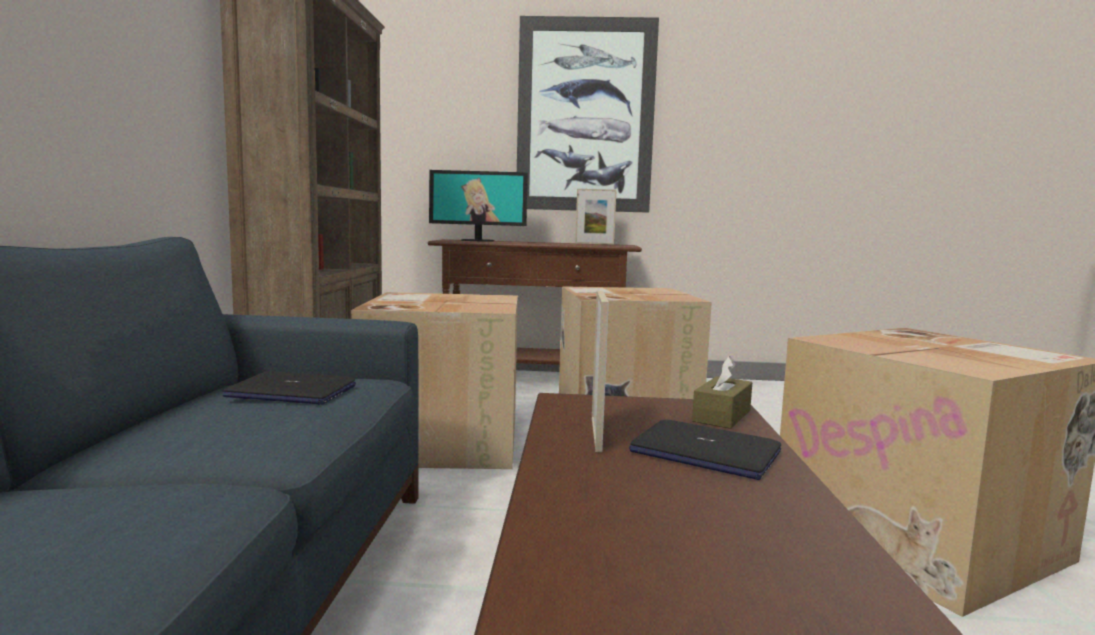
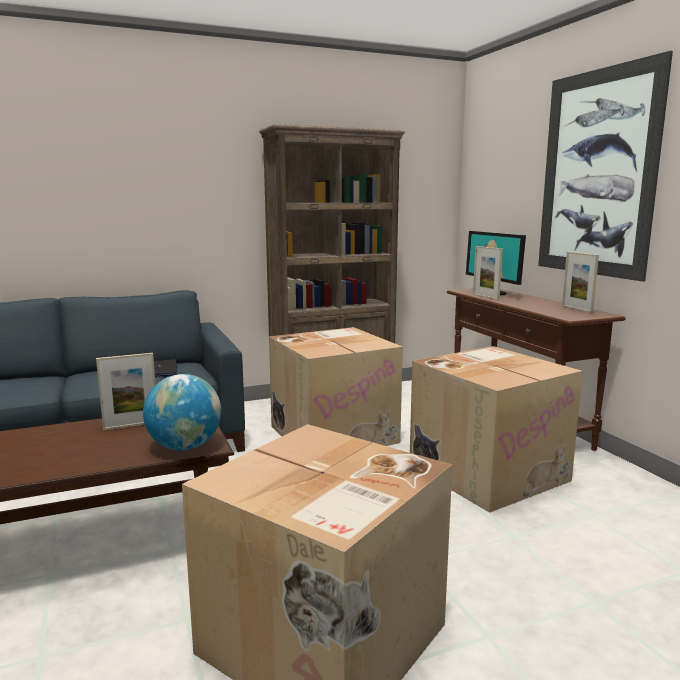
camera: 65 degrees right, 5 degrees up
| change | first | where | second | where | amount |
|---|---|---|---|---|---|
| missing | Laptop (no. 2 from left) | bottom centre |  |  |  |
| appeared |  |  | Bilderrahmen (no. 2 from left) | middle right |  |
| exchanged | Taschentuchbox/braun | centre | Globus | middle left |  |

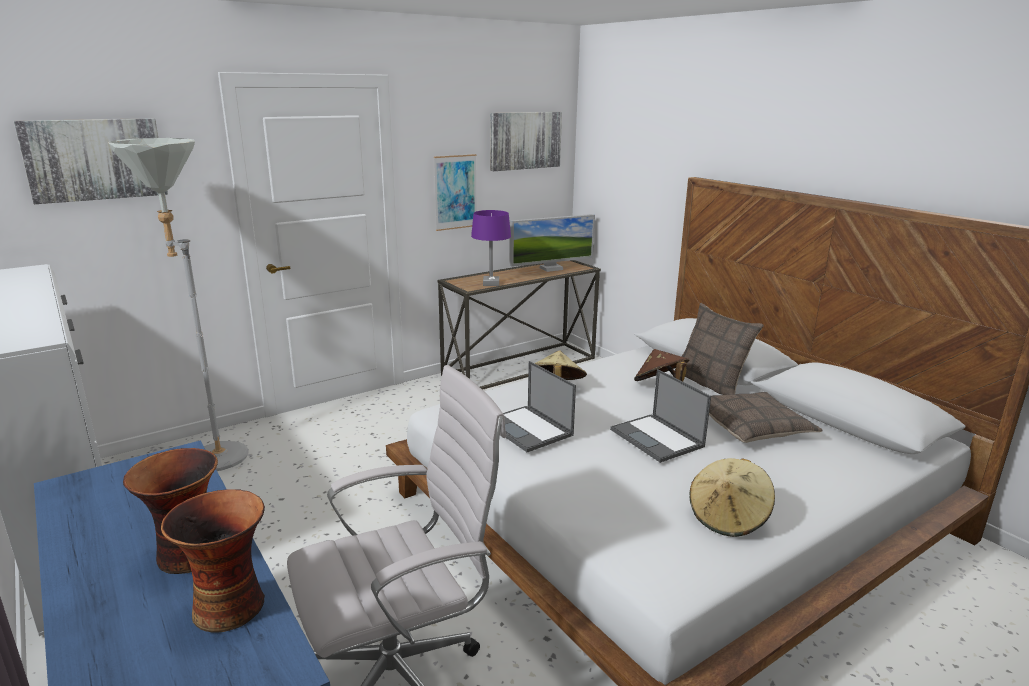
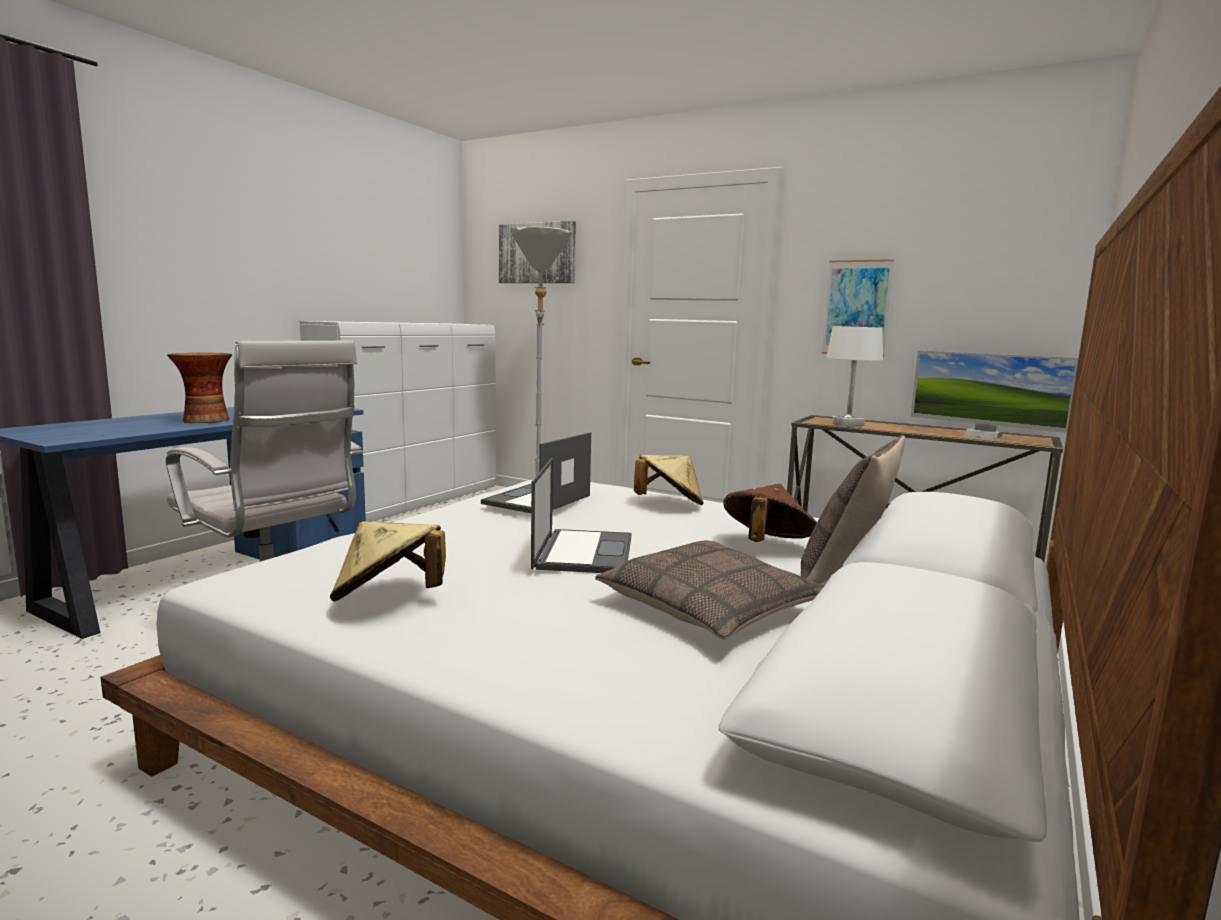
camera: 65 degrees right, 10 degrees down
| change | first | where | second | where | amount |
|---|---|---|---|---|---|
| missing | Vase (no. 2 from left) | bottom left |  |  |  |
| missing | Bild (no. 3 from left) | top centre |  |  |  |
| colour | Tischlampe/lila | centre | Tischlampe/weiß | middle right |  |
| spun | Laptop (no. 2 from left) | centre |  | centre | 150 degrees clockwise |

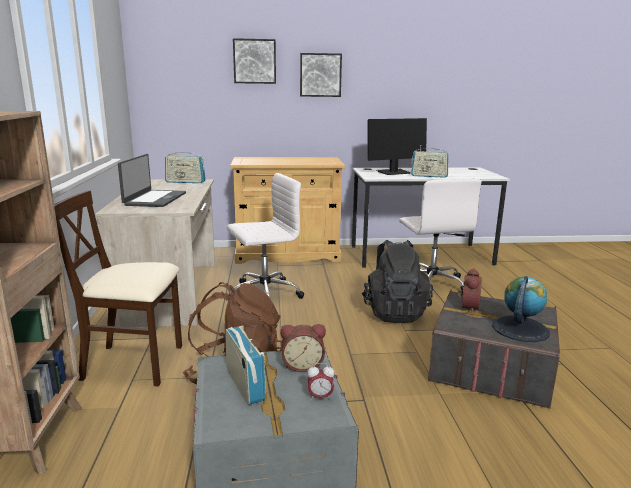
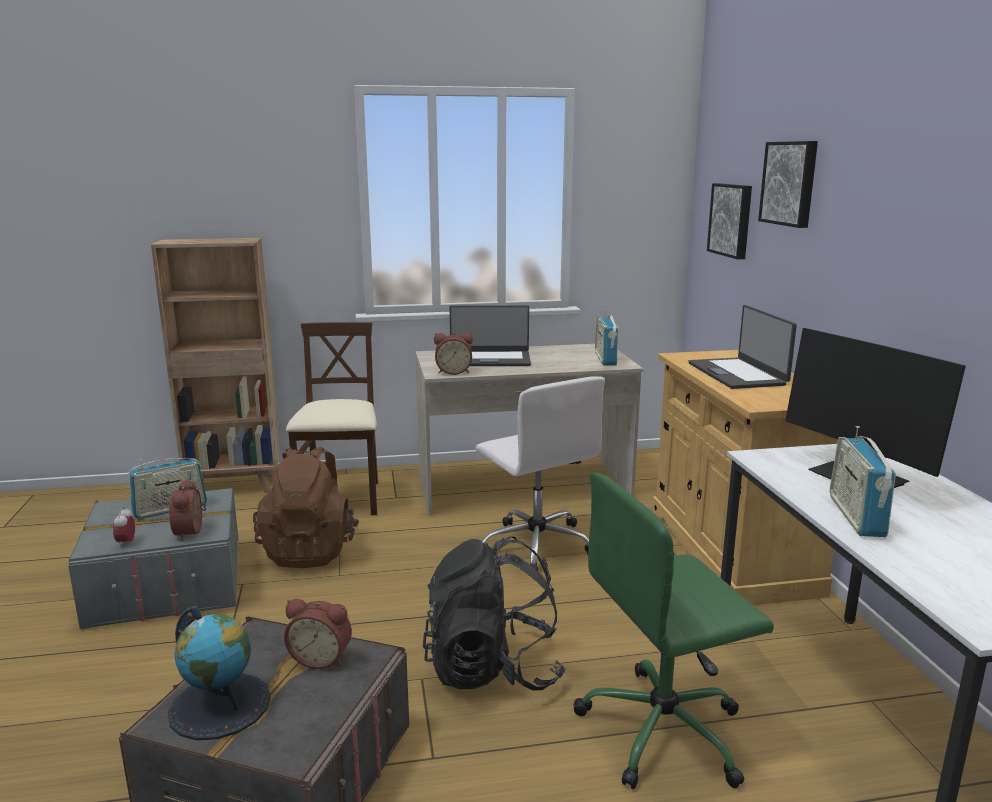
camera: 85 degrees right, 0 degrees up
| change | first | where | second | where | amount |
|---|---|---|---|---|---|
| appeared |  |  | Wecker (no. 4 from left) | centre |  |
| appeared |  |  | Laptop (no. 2 from left) | middle right |  |
| relocated | Bild (no. 2 from left in the first image) | top centre | Bild (no. 1 from left) | top right |  |
| colour | Bürostuhl/weiß (no. 2 from left) | middle right | Bürostuhl/grün | bottom right |  |

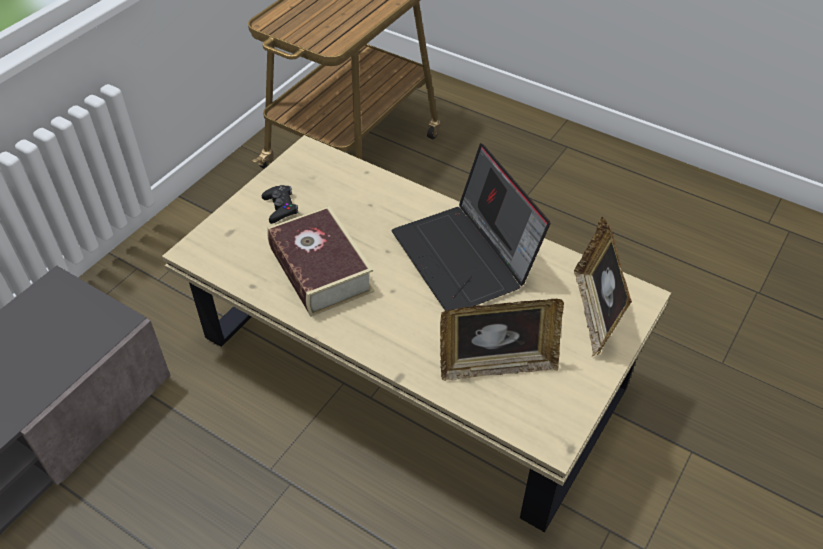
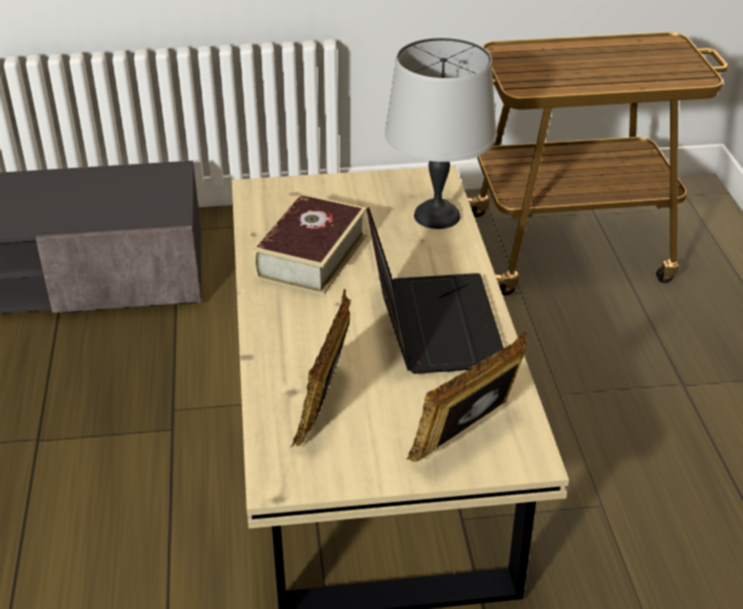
camera: 50 degrees right, 10 degrees down
| change | first | where | second | where | amount |
|---|---|---|---|---|---|
| missing | Gamepad/schwarz | centre |  |  |  |
| appeared |  |  | Tischlampe/grau | top centre |  |
| spun | Laptop | centre |  | centre | 150 degrees clockwise |
| spun | Bilderrahmen (no. 1 from left) | centre |  | centre | 60 degrees clockwise |

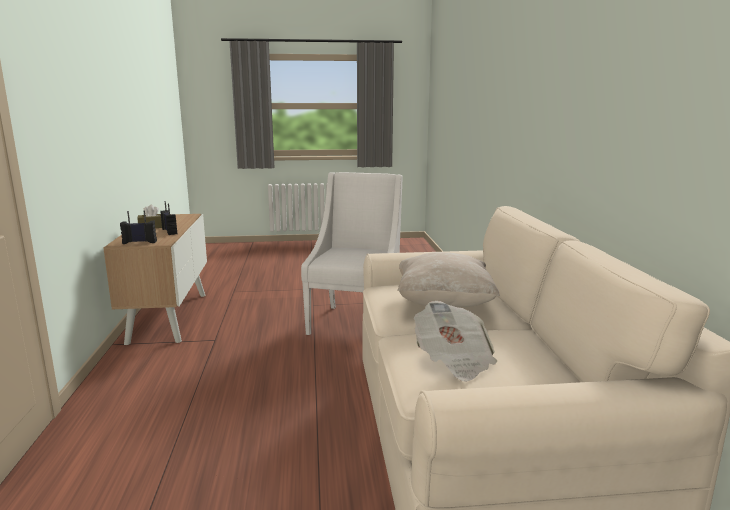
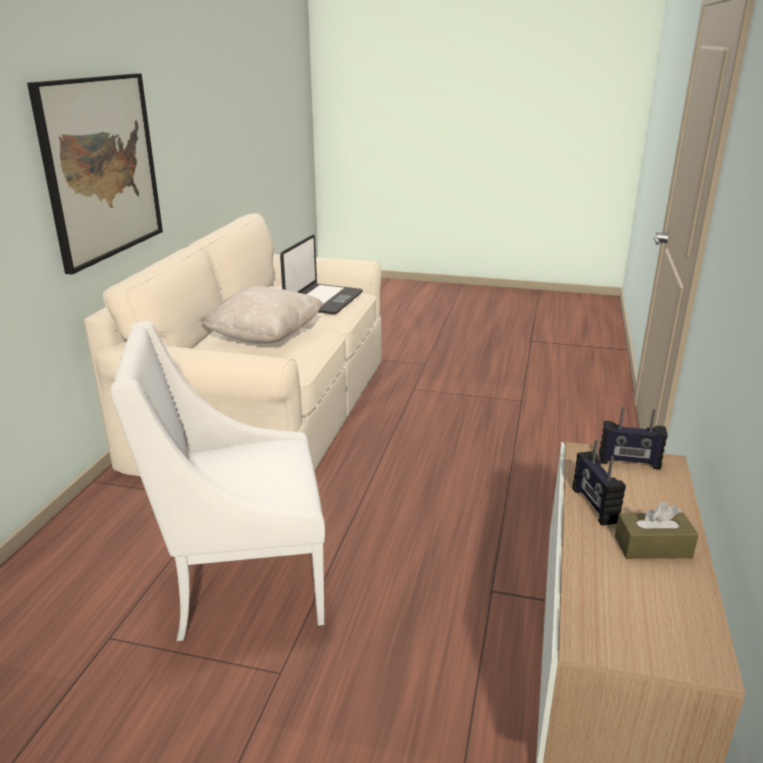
camera: 160 degrees left, 10 degrees up
| change | first | where | second | where | amount |
|---|---|---|---|---|---|
| appeared |  |  | Bild | top left |  |
| exchanged | Zeitung | bottom centre | Laptop | centre |  |
| spun | Sessel/weiß | centre |  | middle left | 45 degrees clockwise |

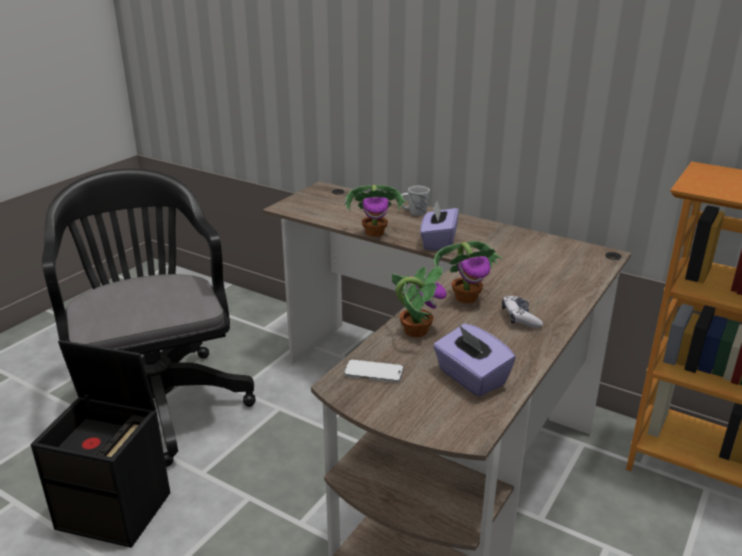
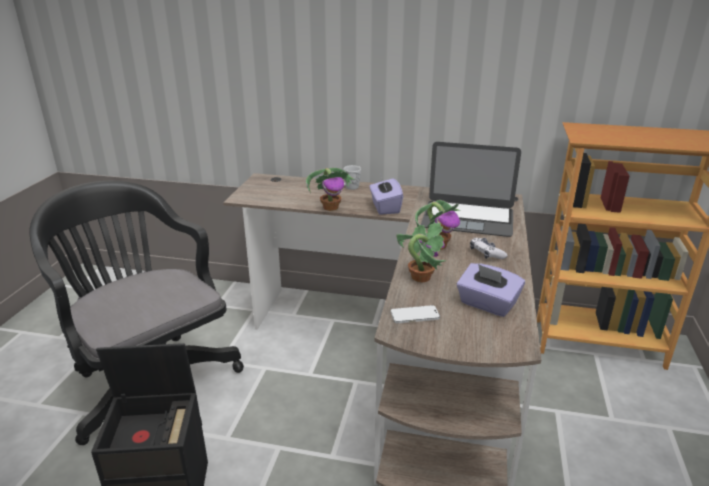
camera: 20 degrees left, 0 degrees up
| change | first | where | second | where | amount |
|---|---|---|---|---|---|
| appeared |  |  | Laptop | centre |  |

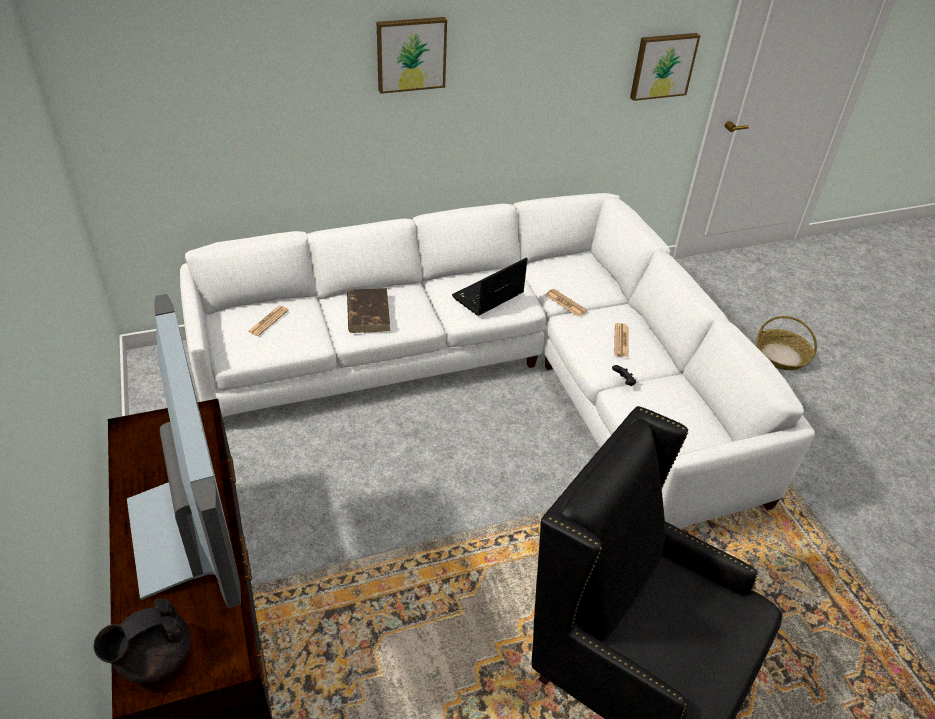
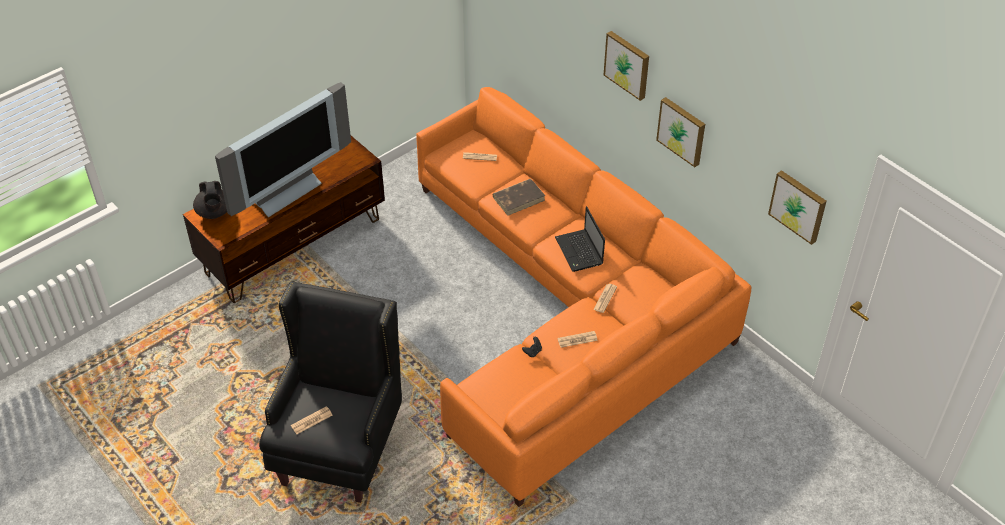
camera: 70 degrees right, 5 degrees up
| change | first | where | second | where | amount |
|---|---|---|---|---|---|
| missing | Korb | middle right |  |  |  |
| appeared |  |  | Zeitung (no. 1 from left) | bottom left |  |
| appeared |  |  | Bild (no. 2 from left) | top right |  |
| colour | Sofa/weiß | centre | Sofa/orange | centre |  |
| spun | Teekanne/schwarz | bottom left |  | middle left | 135 degrees counterclockwise |
| spun | Laptop | centre |  | centre | 135 degrees counterclockwise |

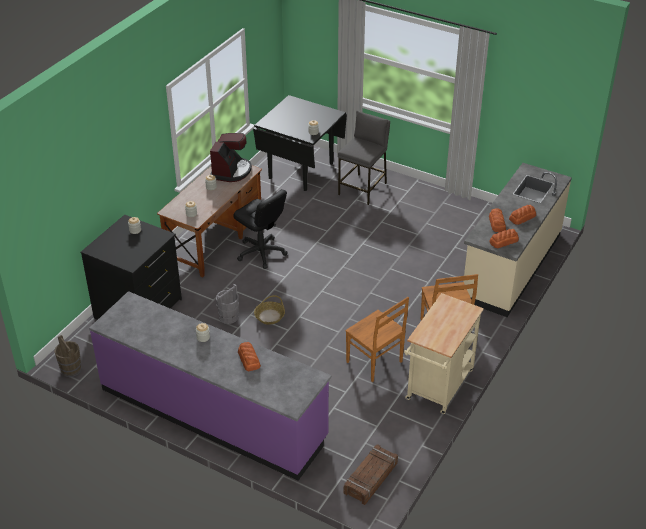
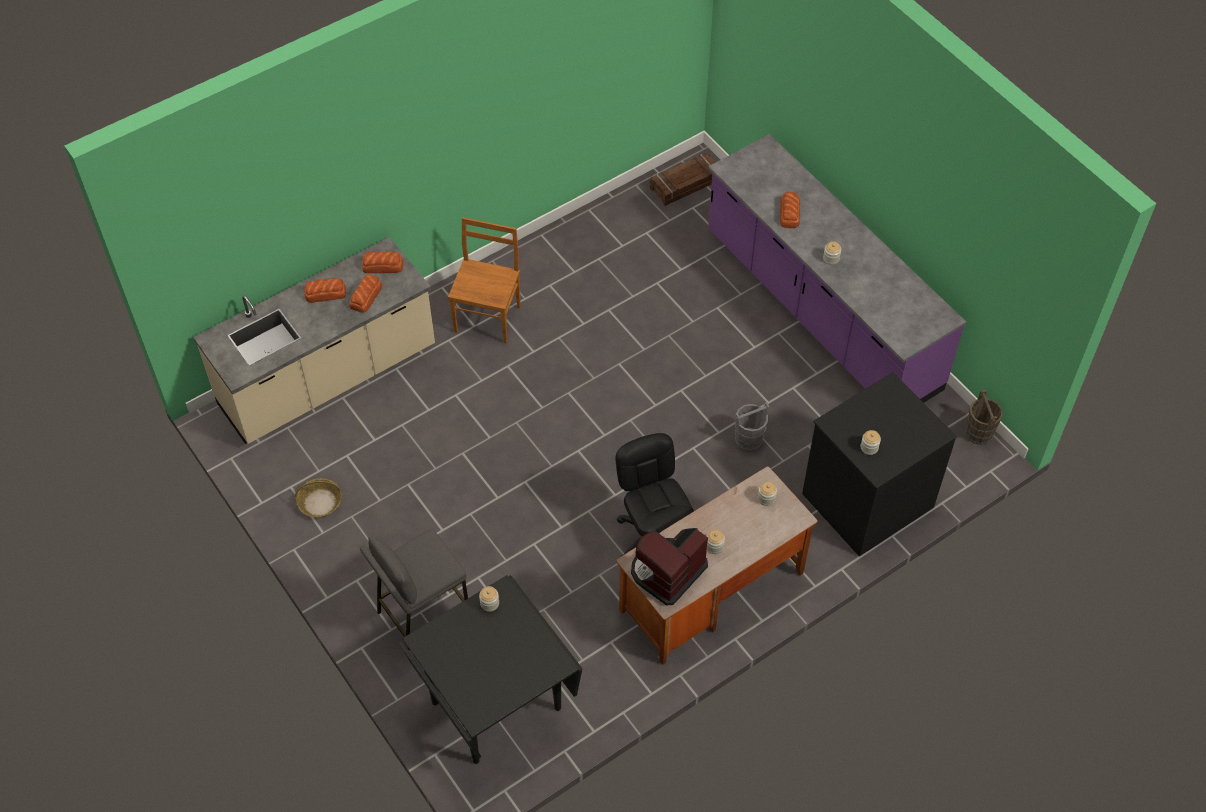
camera: 155 degrees left, 15 degrees up
| change | first | where | second | where | amount |
|---|---|---|---|---|---|
| missing | Stuhl/braun (no. 1 from left) | centre |  |  |  |
| missing | Rollwagen/beige | bottom right |  |  |  |
| relocated | Korb | centre |  | middle left |  |

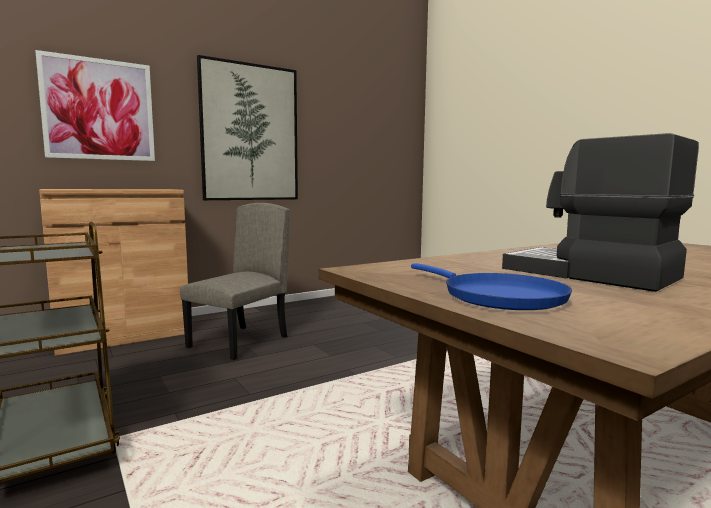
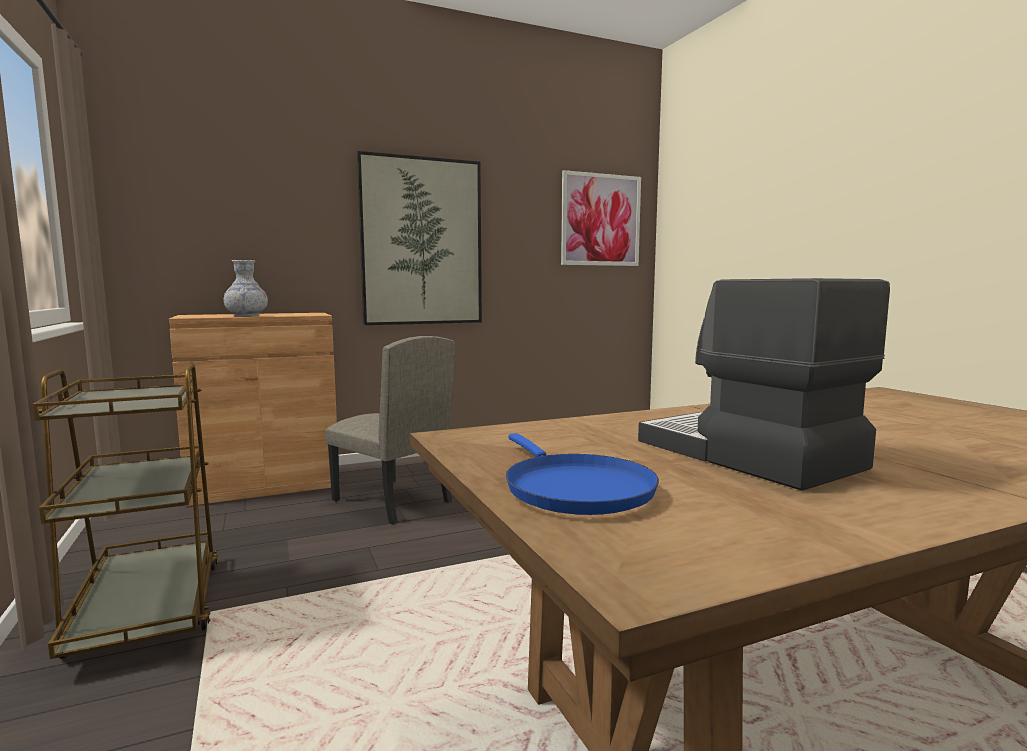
camera: 10 degrees right, 0 degrees up
| change | first | where | second | where | amount |
|---|---|---|---|---|---|
| appeared |  |  | Vase | middle left |  |
| relocated | Bild (no. 1 from left in the first image) | top left | Bild (no. 2 from left) | top centre |  |
| spun | Stuhl/beige | middle left |  | centre | 90 degrees clockwise |

